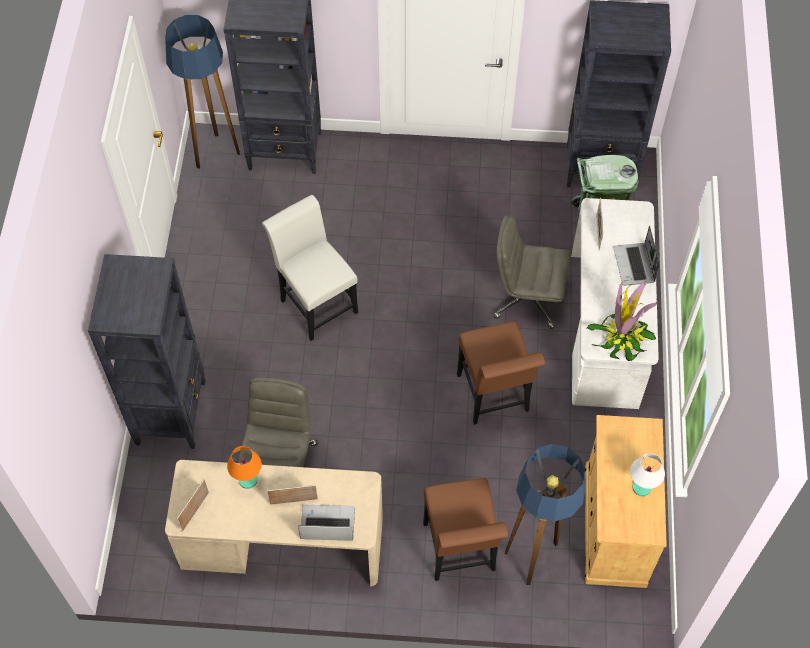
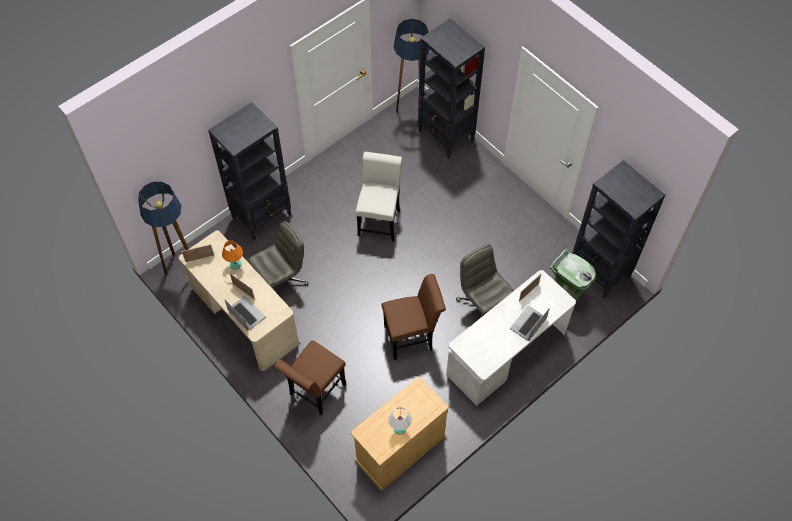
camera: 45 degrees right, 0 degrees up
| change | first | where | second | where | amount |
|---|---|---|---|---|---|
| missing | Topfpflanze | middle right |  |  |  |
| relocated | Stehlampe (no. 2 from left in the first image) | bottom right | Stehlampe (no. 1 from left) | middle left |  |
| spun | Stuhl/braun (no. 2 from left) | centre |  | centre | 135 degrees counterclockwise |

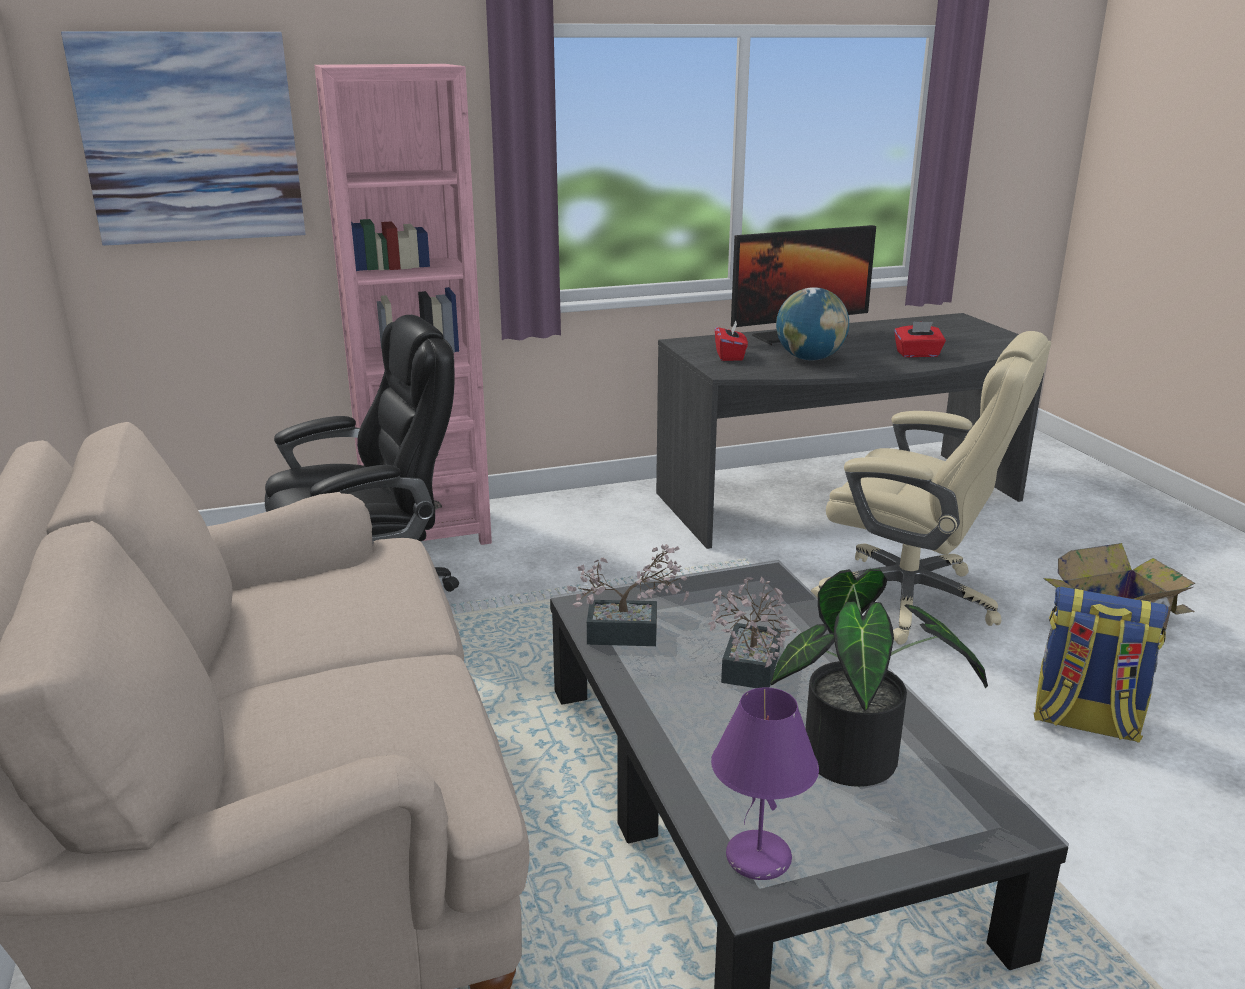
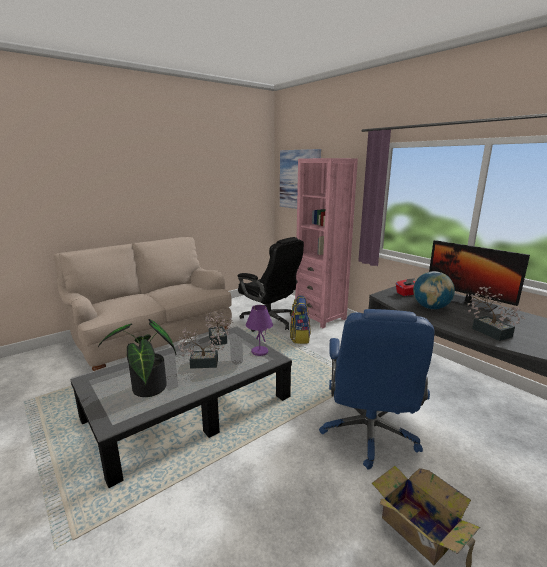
camera: 70 degrees right, 5 degrees down
| change | first | where | second | where | amount |
|---|---|---|---|---|---|
| relocated | Tischlampe/lila | bottom centre |  | centre |  |
| relocated | Rucksack | bottom right |  | centre |  |
| exchanged | Taschentuchbox/rot (no. 2 from left) | middle right | Topfpflanze (no. 4 from left) | middle right |  |
| colour | Bürostuhl/beige | middle right | Bürostuhl/blau | bottom right |  |

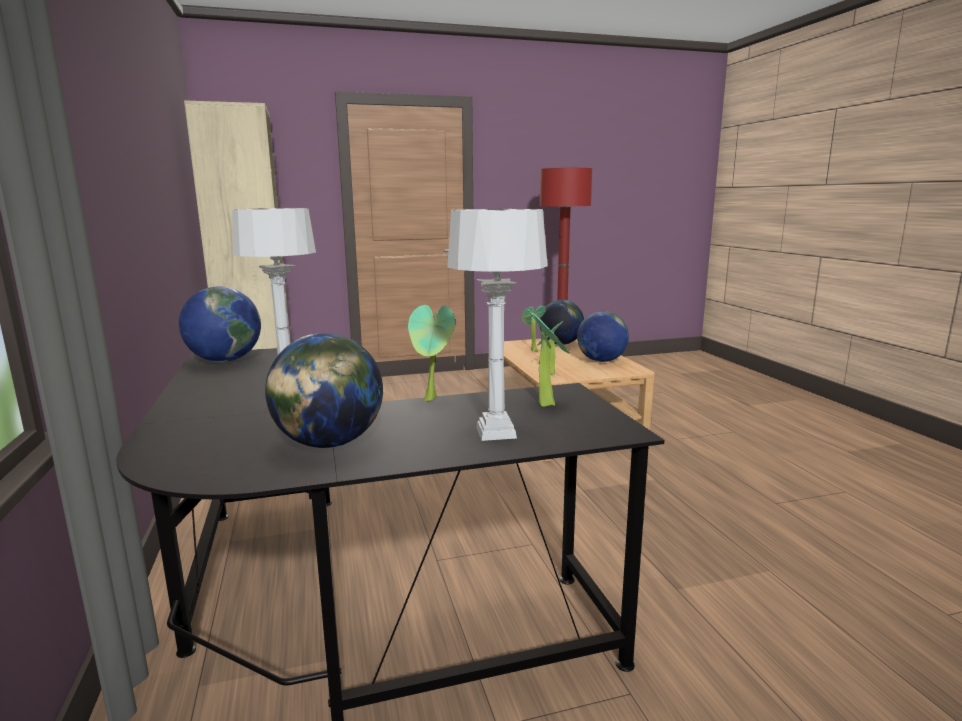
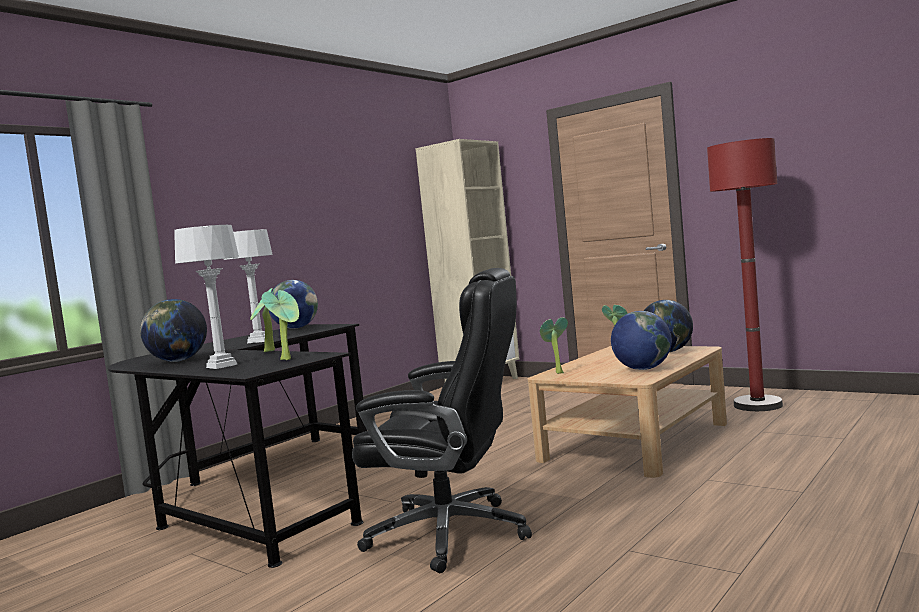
camera: 55 degrees right, 10 degrees down
| change | first | where | second | where | amount |
|---|---|---|---|---|---|
| appeared |  |  | Bürostuhl/schwarz | bottom centre |  |

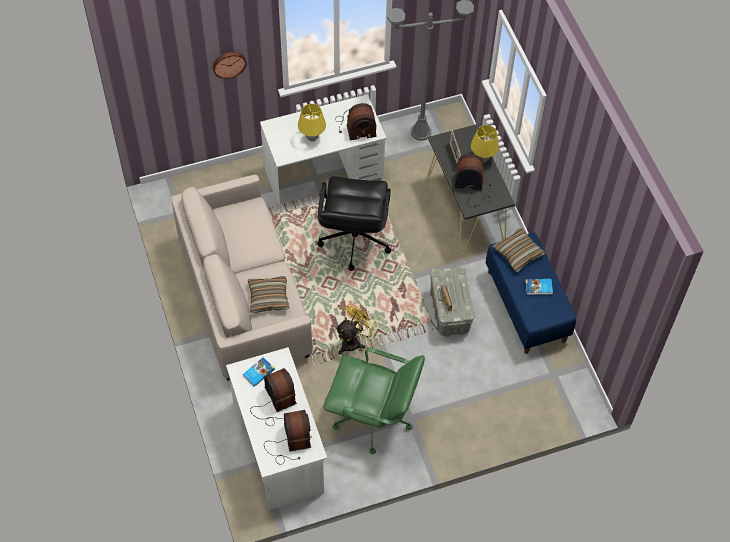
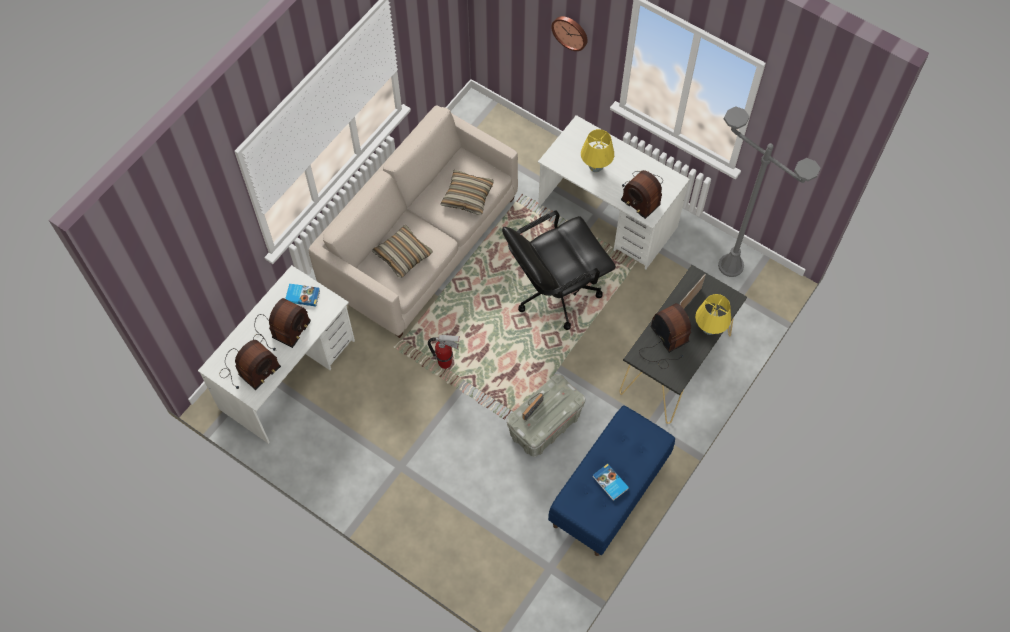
camera: 55 degrees right, 5 degrees up
| change | first | where | second | where | amount |
|---|---|---|---|---|---|
| missing | Bürostuhl/grün | bottom centre |  |  |  |
| relocated | Kissen (no. 2 from left) | middle right |  | top centre |  |
| exchanged | Ventilator/gelb | centre | Feuerlöscher | centre |  |

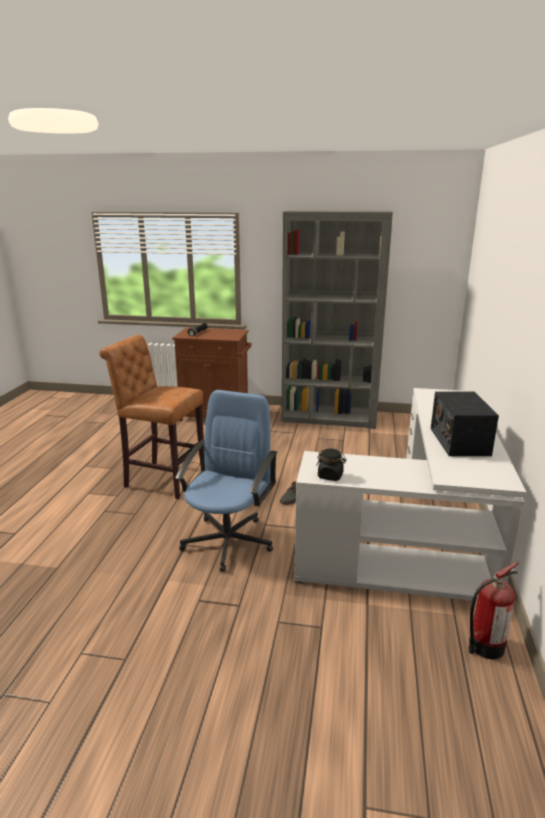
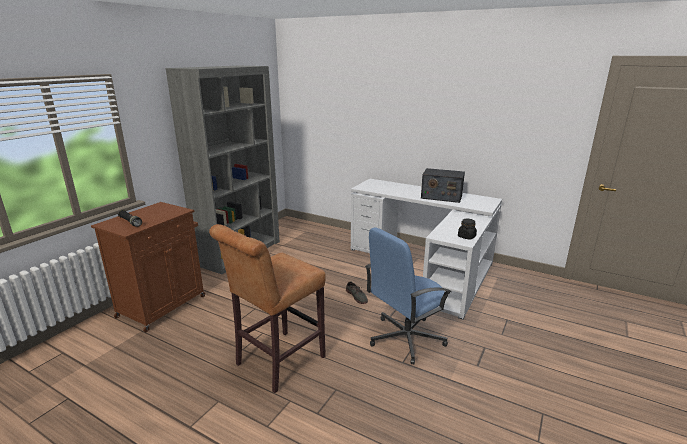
camera: 70 degrees left, 0 degrees up
| change | first | where | second | where | amount |
|---|---|---|---|---|---|
| missing | Feuerlöscher | bottom right |  |  |  |
| spun | Bürostuhl/blau | centre |  | bottom centre | 75 degrees counterclockwise |

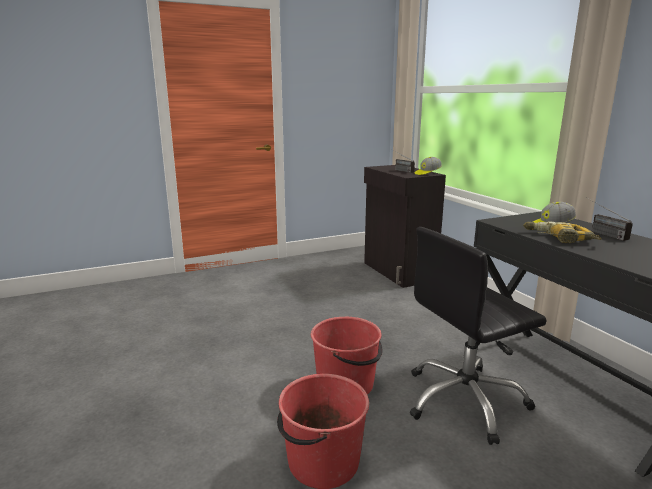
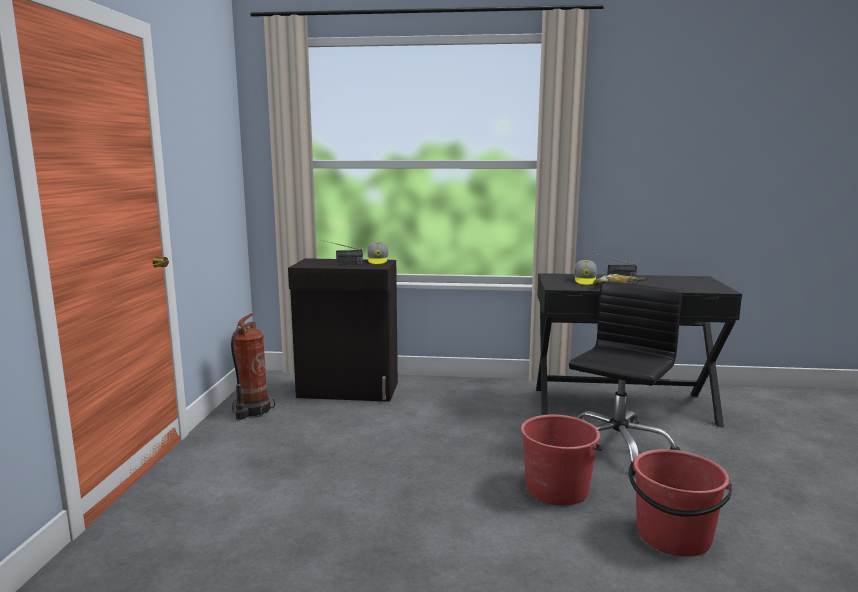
camera: 60 degrees left, 5 degrees down
| change | first | where | second | where | amount |
|---|---|---|---|---|---|
| appeared |  |  | Feuerlöscher | middle left |  |
| spun | Bürostuhl/schwarz | bottom right |  | middle right | 150 degrees counterclockwise |

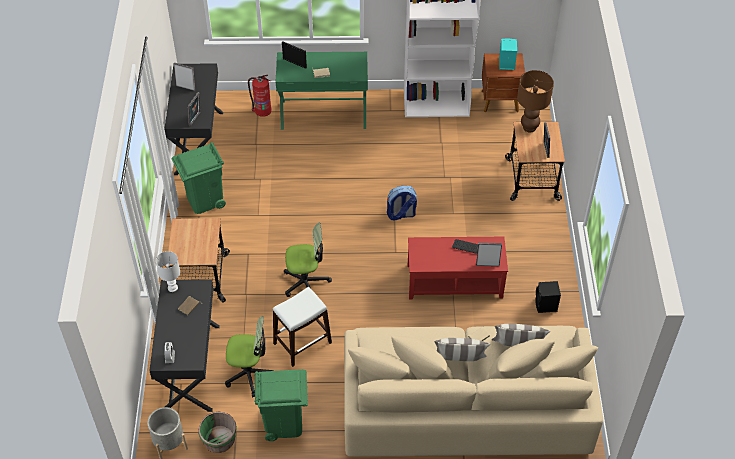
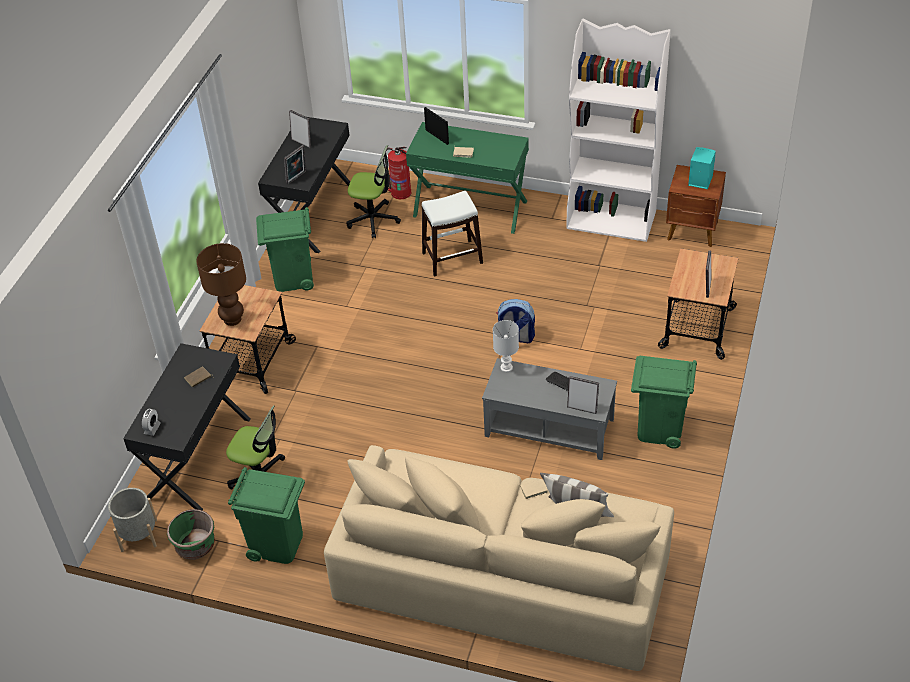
camera: 20 degrees right, 5 degrees down
| change | first | where | second | where | amount |
|---|---|---|---|---|---|
| missing | Kissen (no. 1 from left) | bottom centre |  |  |  |
| missing | Lautsprecher/schwarz | middle right |  |  |  |
| appeared |  |  | Mülleimer/grün (no. 3 from left) | middle right |  |
| relocated | Tischlampe/weiß | middle left |  | centre |  |
| relocated | Hocker/weiß | bottom centre |  | centre |  |
| relocated | Bürostuhl (no. 2 from left) | centre |  | top centre |  |
| relocated | Tischlampe/braun | top right |  | middle left |  |
| colour | Couchtisch/rot | centre | Couchtisch/grau | centre |  |

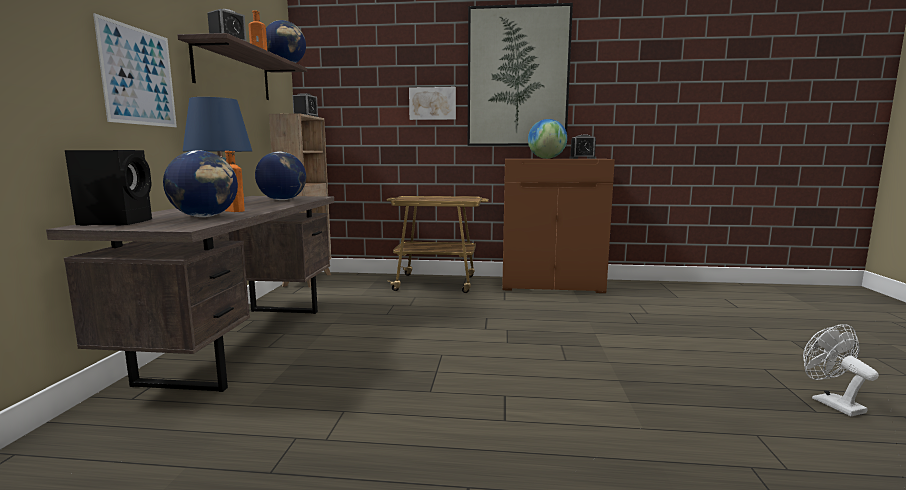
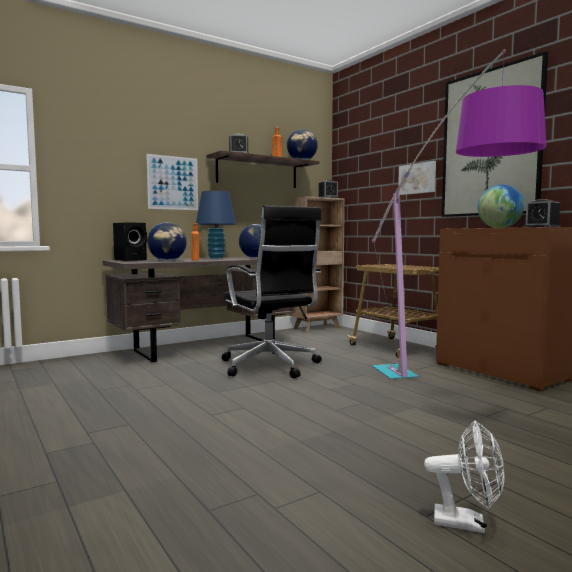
camera: 50 degrees right, 5 degrees down
| change | first | where | second | where | amount |
|---|---|---|---|---|---|
| appeared |  |  | Bürostuhl/schwarz | centre |  |
| appeared |  |  | Stehlampe | middle right |  |
| spun | Ventilator/weiß | bottom right |  | bottom right | 75 degrees clockwise |

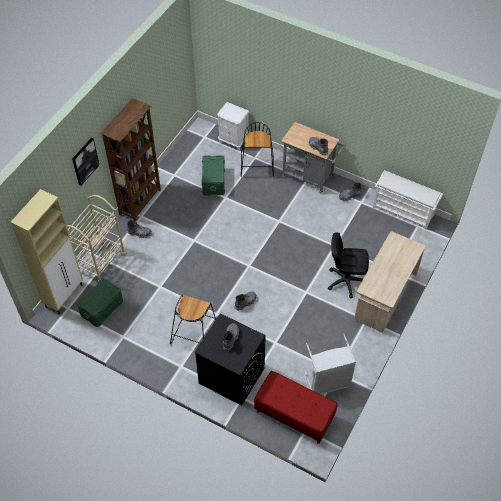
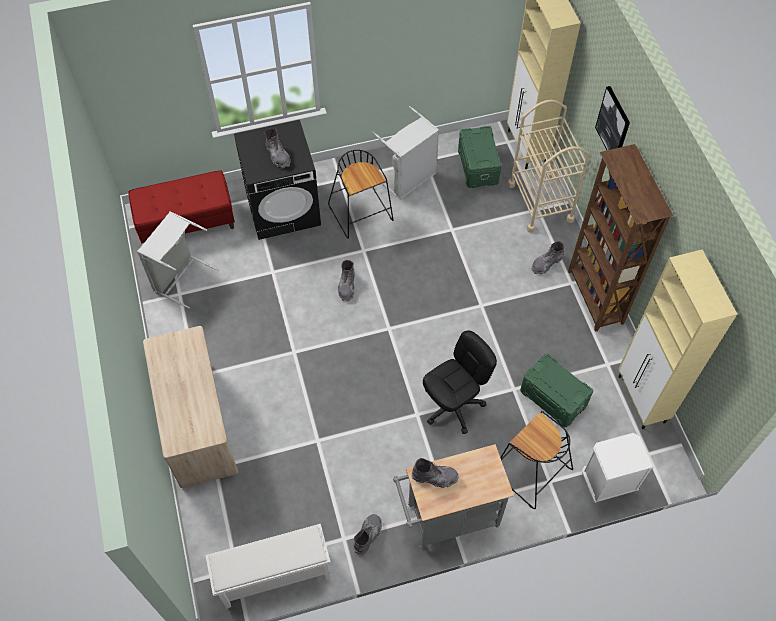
camera: 135 degrees right, 5 degrees up
| change | first | where | second | where | amount |
|---|---|---|---|---|---|
| appeared |  |  | Wäschekorb/grau (no. 2 from left) | top centre |  |
| appeared |  |  | Schrank/beige (no. 2 from left) | middle right |  |
| relocated | Bürostuhl/schwarz | middle right |  | centre |  |

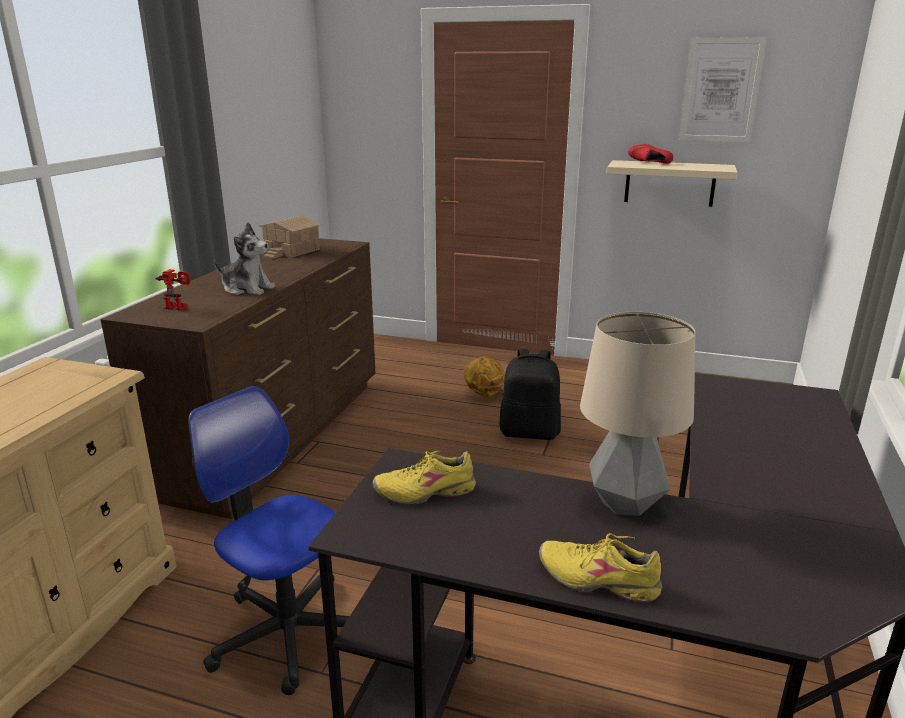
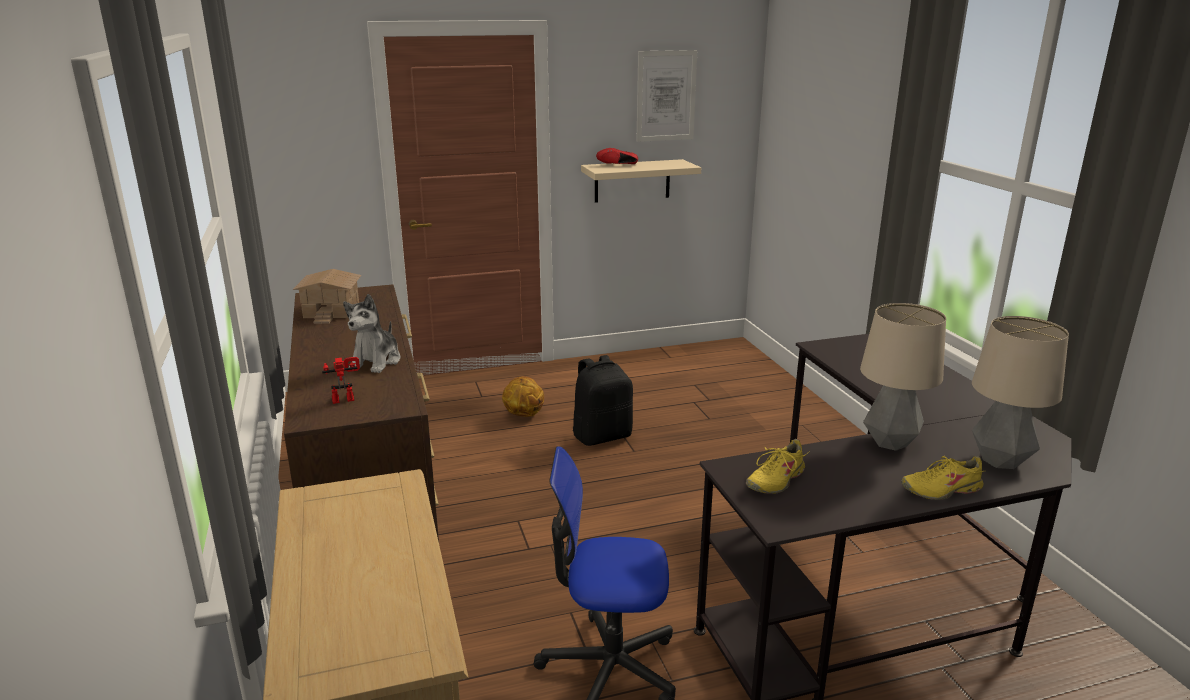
camera: 35 degrees left, 0 degrees up
| change | first | where | second | where | amount |
|---|---|---|---|---|---|
| appeared |  |  | Tischlampe (no. 2 from left) | middle right |  |
| spun | Plüschtier | middle left |  | middle left | 120 degrees clockwise |

